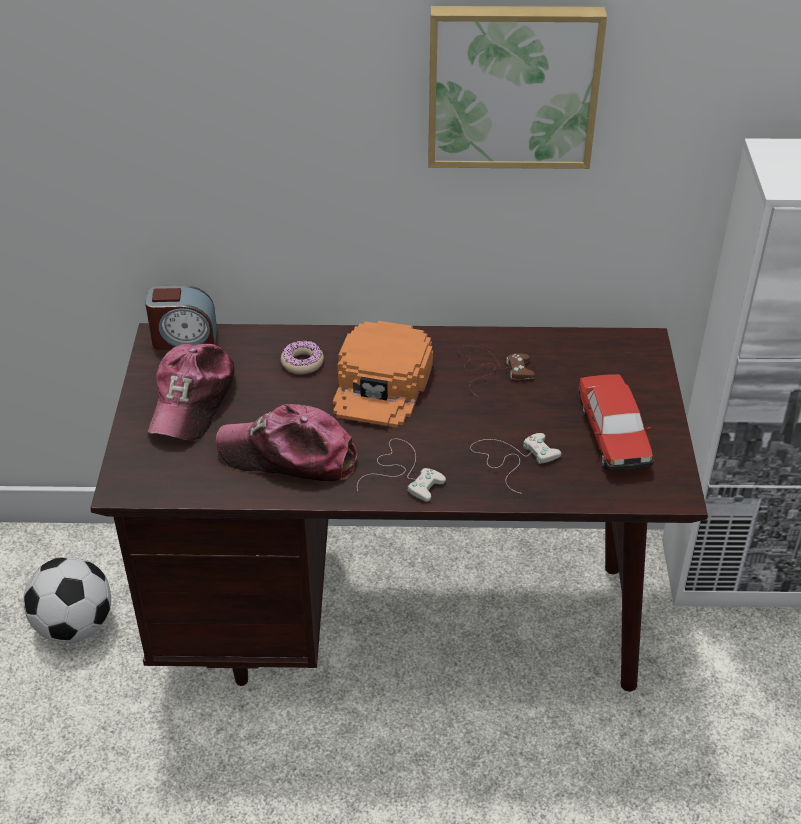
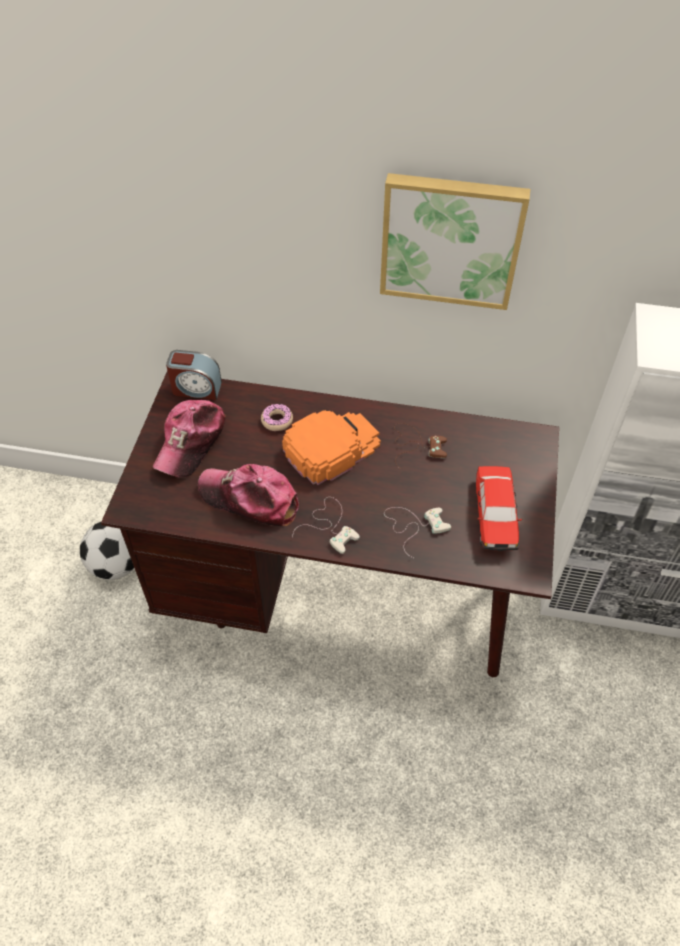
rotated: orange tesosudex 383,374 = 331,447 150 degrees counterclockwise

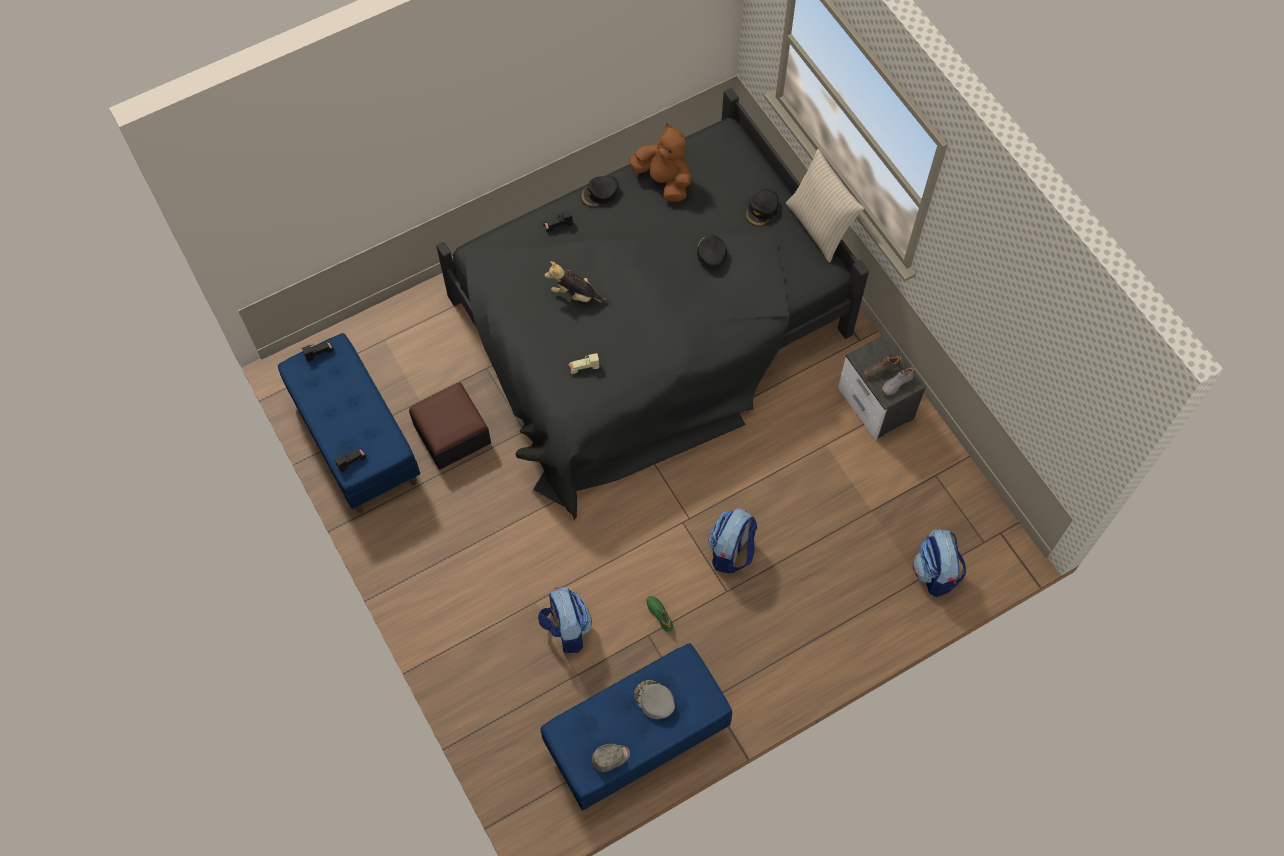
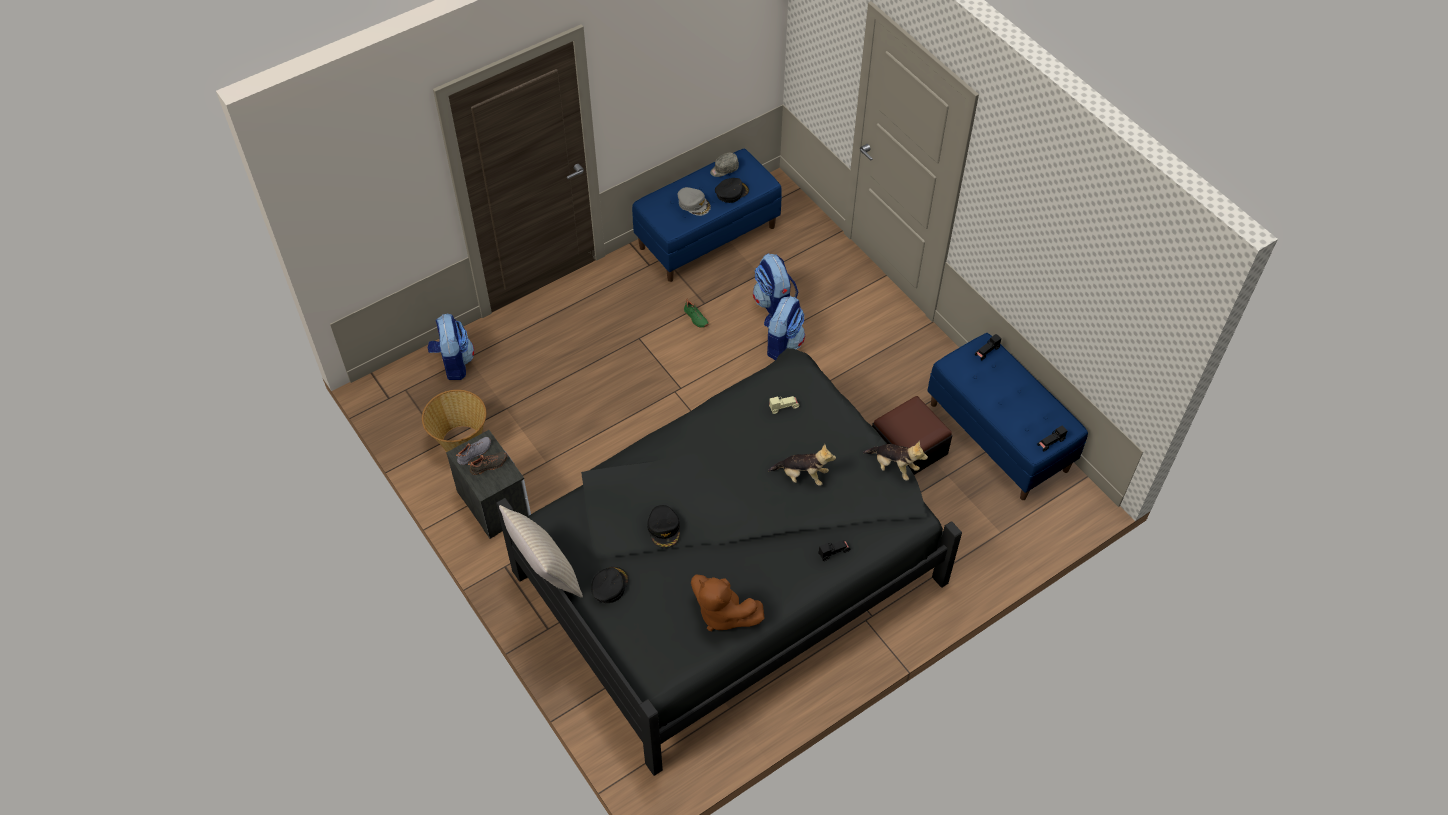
new: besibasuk 454,421; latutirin 895,460
shifted: black tesosudex 599,191 to 732,190; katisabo 732,541 to 784,328

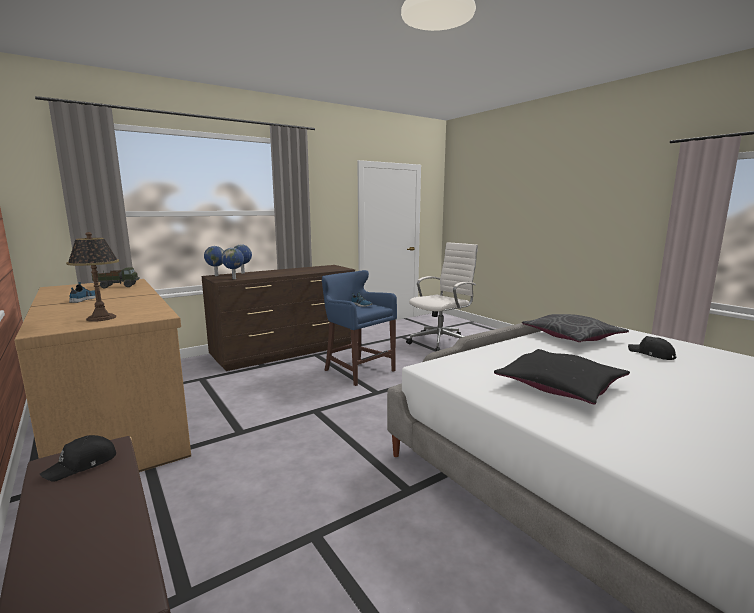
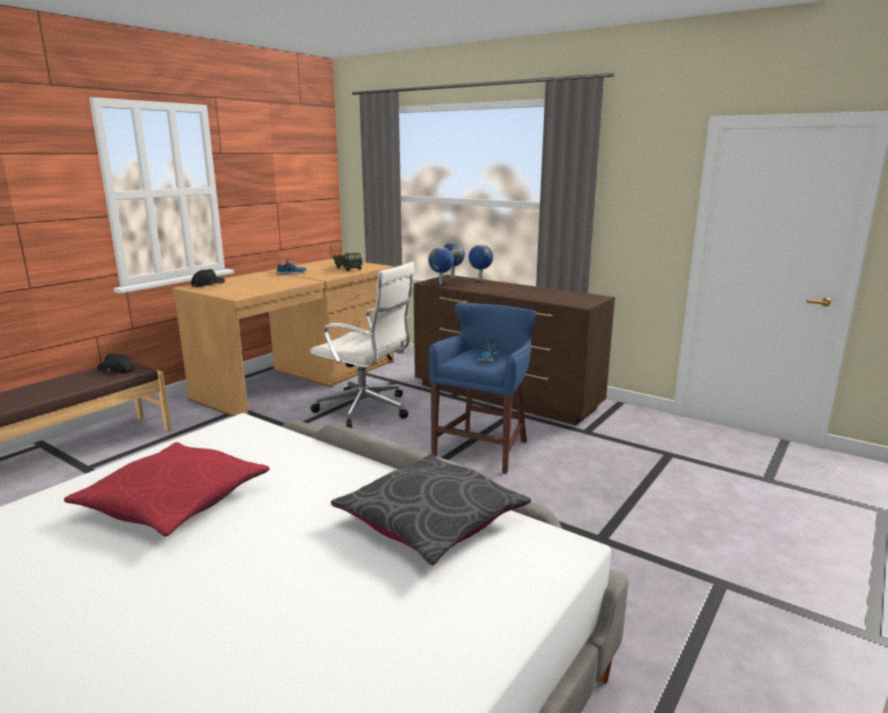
gone: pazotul 92,277
shifted: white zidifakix 442,296 to 362,345; black tesosudex 652,348 to 208,278
repainted: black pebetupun 562,376 to red pebetupun 167,489

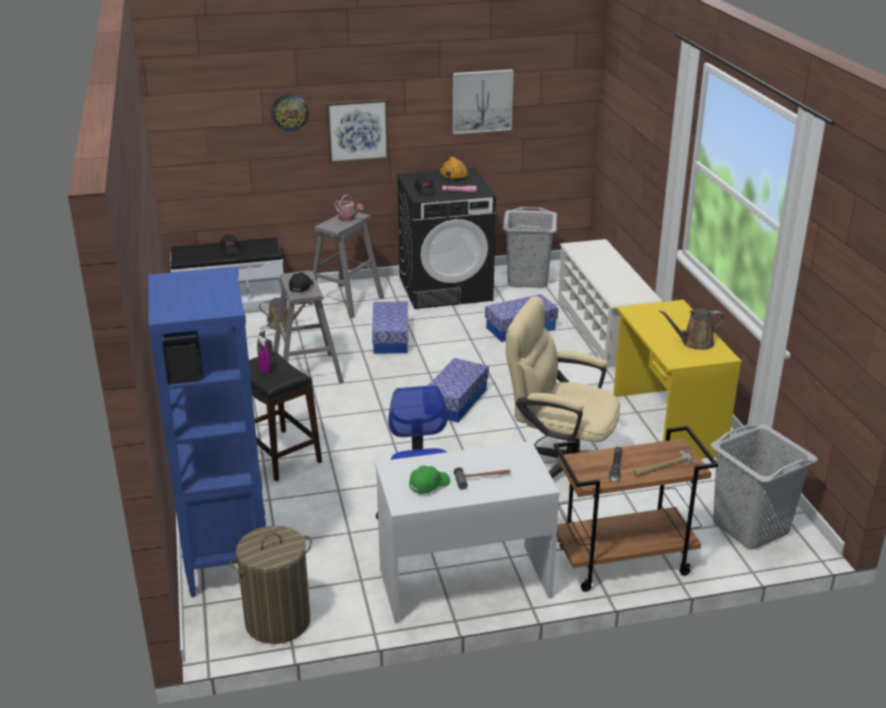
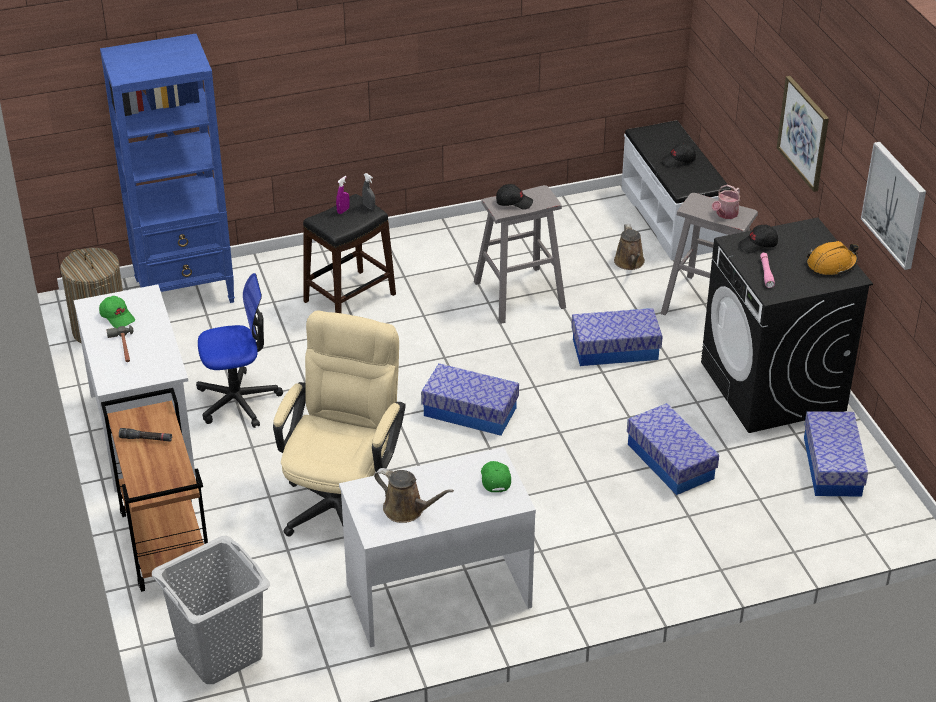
gone: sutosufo 290,112; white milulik 610,304; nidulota 662,463
new: green tesosudex 496,476
swapped: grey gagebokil 530,247 to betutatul 836,454
repainted: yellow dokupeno 677,379 to white dokupeno 437,547
rotated: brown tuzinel 691,329 = 414,495 135 degrees clockwise

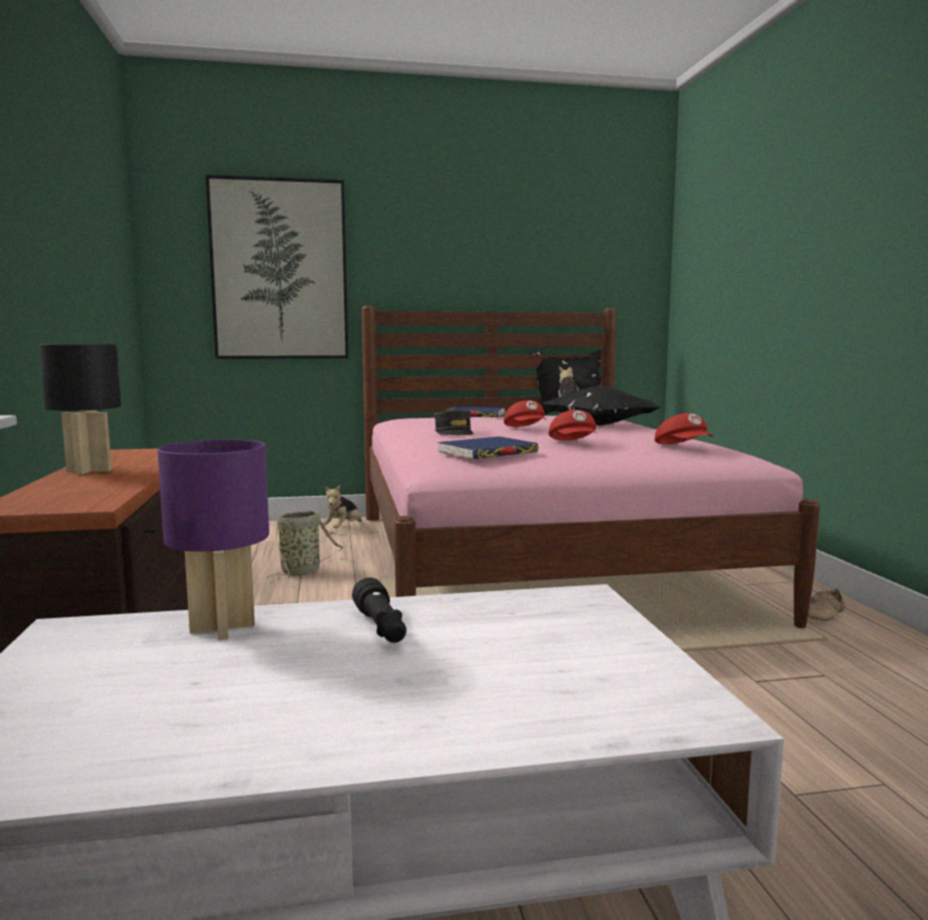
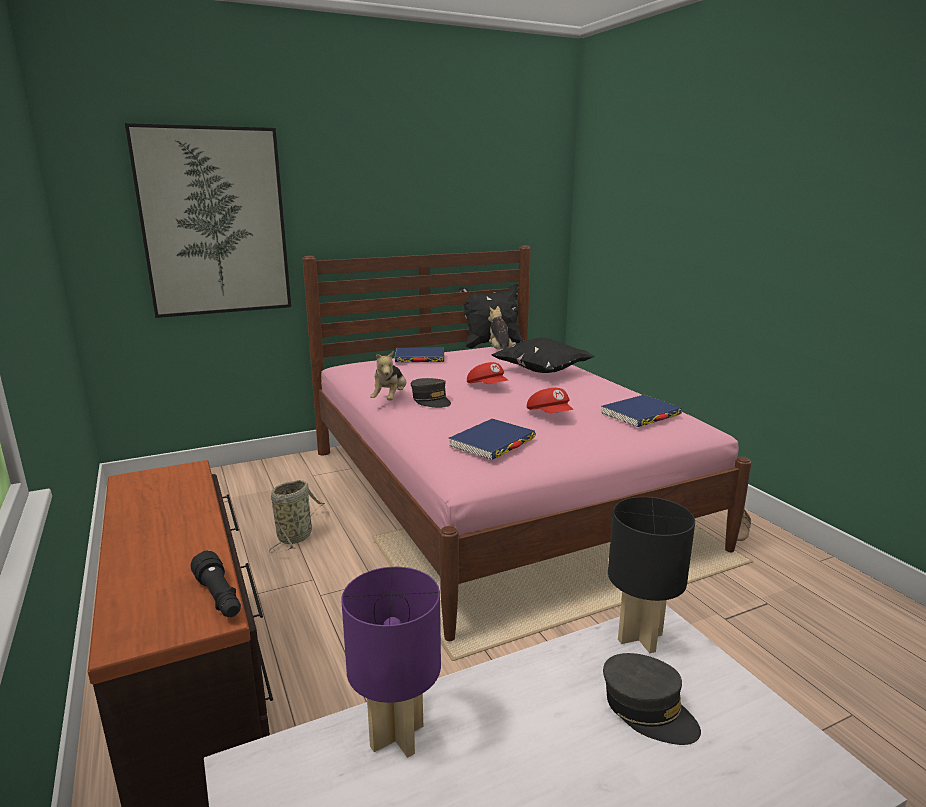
new: grey tesosudex 652,699
shifted: black pazotul 80,409 to 651,575; latutirin 342,506 to 388,376; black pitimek 379,610 to 216,583
swapped: red tesosudex 684,429 to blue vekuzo 641,411

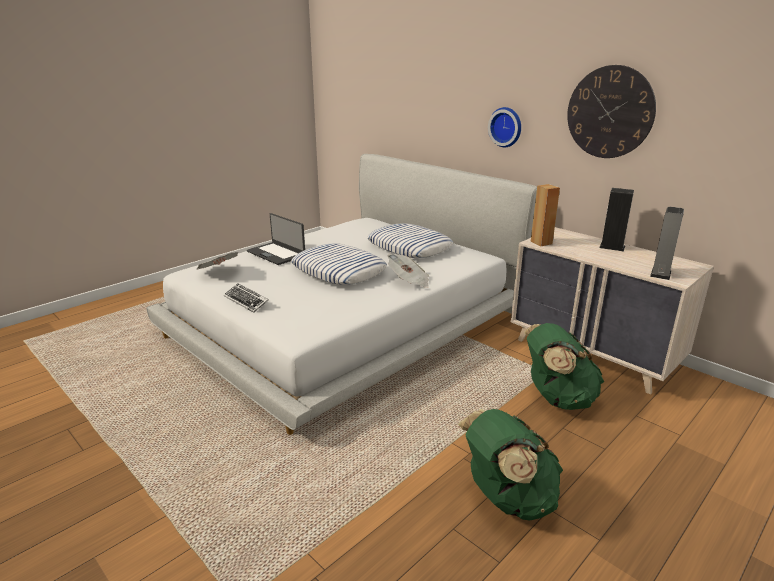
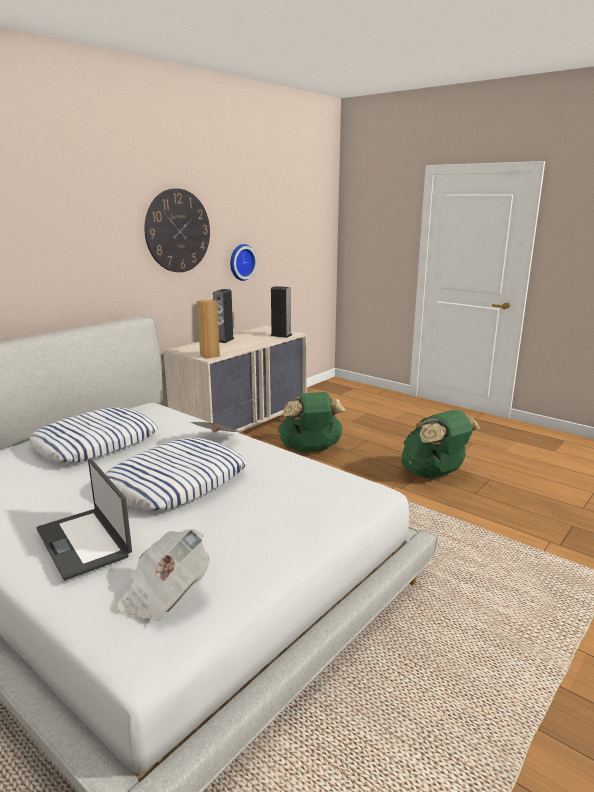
gone: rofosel 246,298
shifted: sutosufo 504,127 to 243,262
rotated: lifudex 276,239 = 84,519 105 degrees clockwise

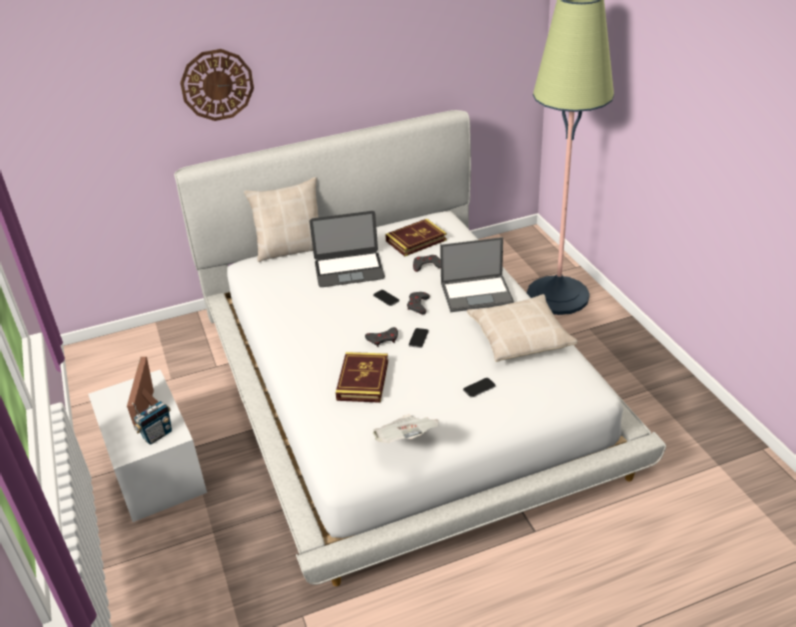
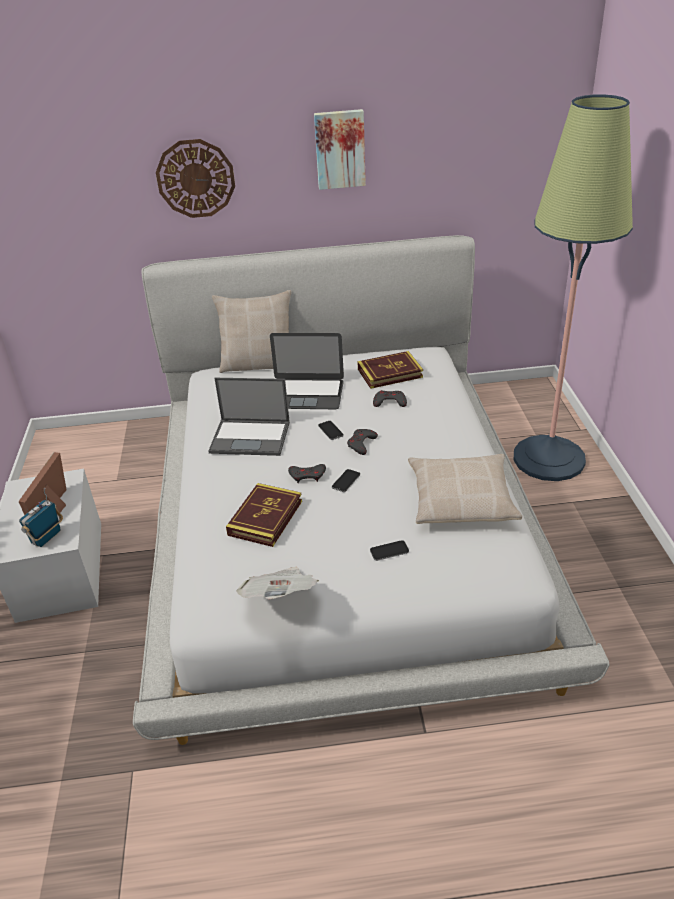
new: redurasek 340,149
shifted: lifudex 477,274 to 249,417
rotated: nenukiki 152,423 = 41,517 150 degrees clockwise

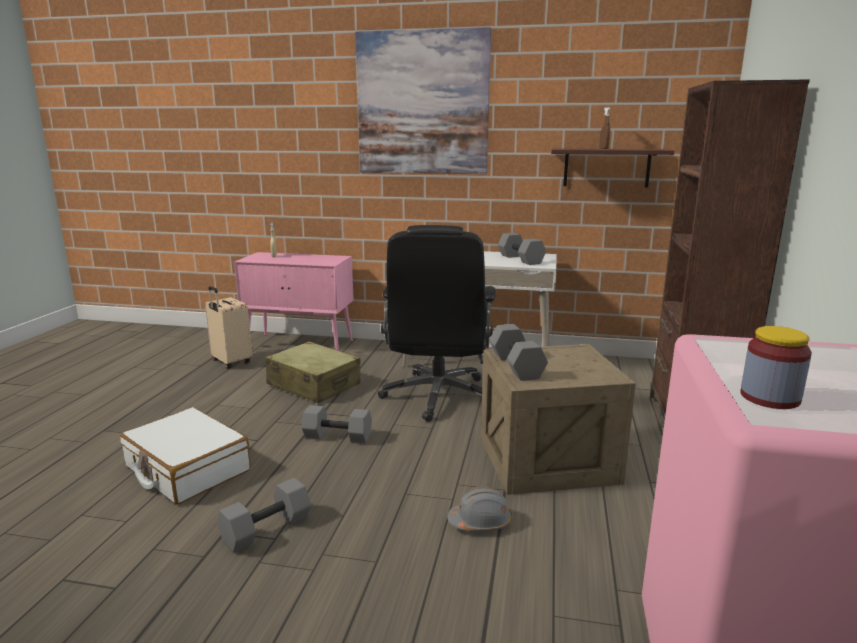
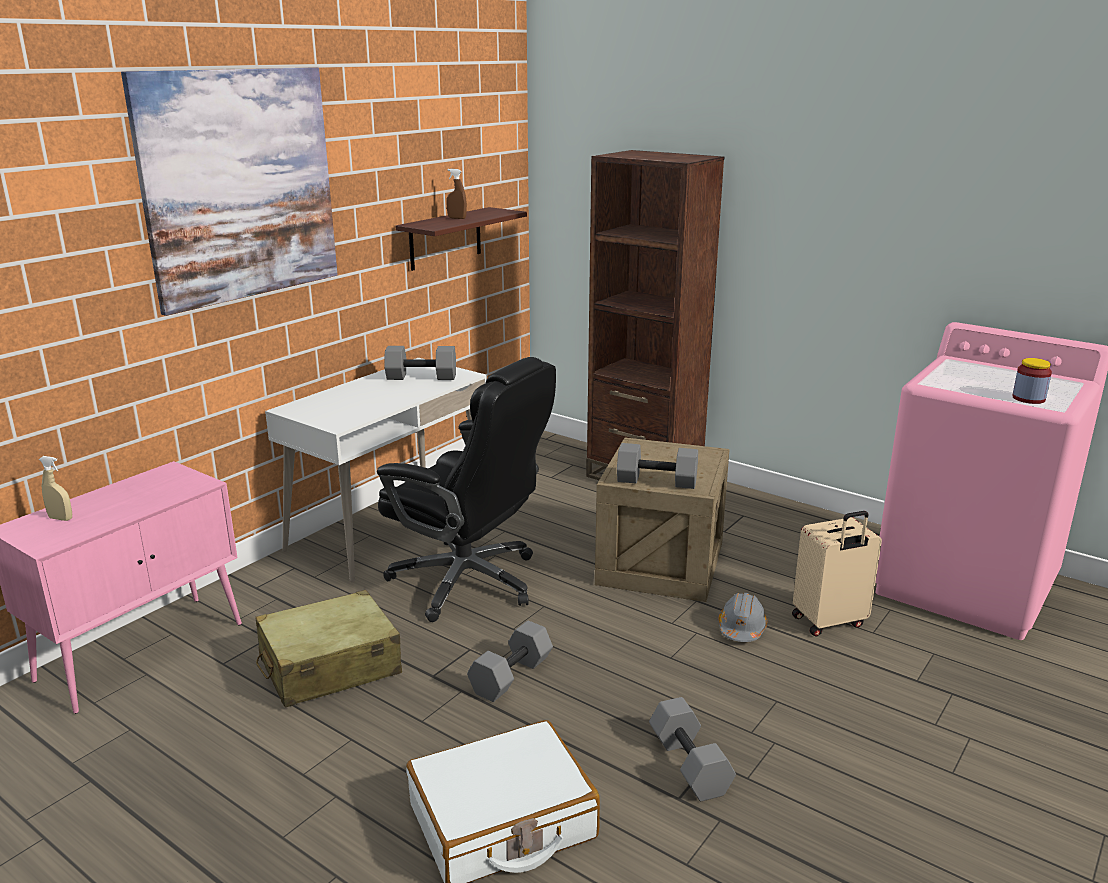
shifted: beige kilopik 228,327 to 837,573

